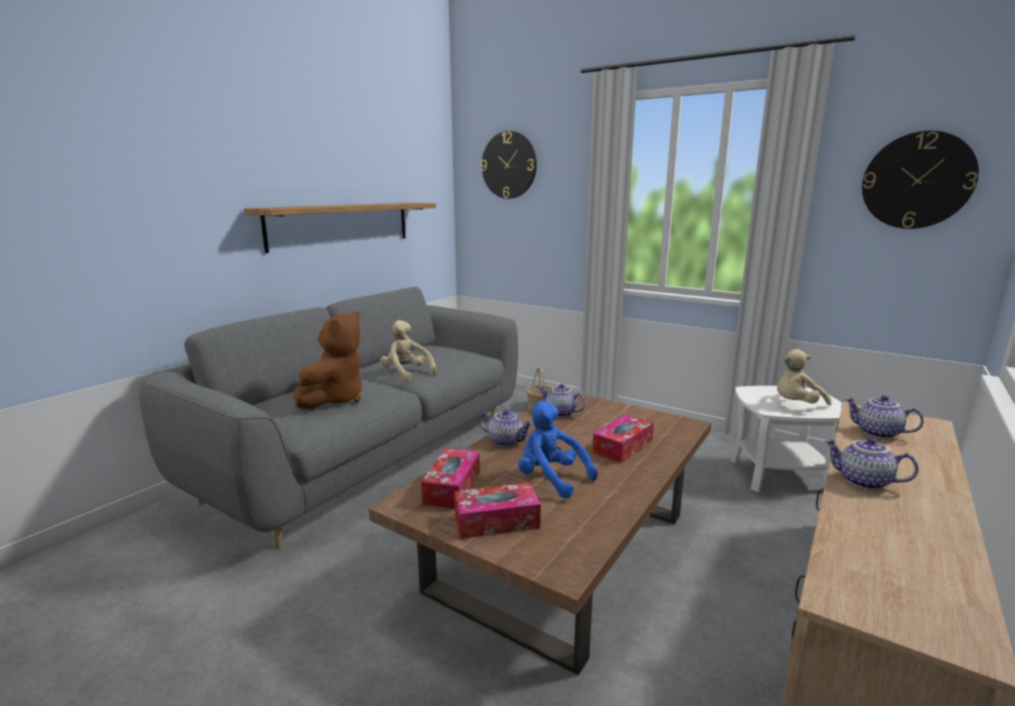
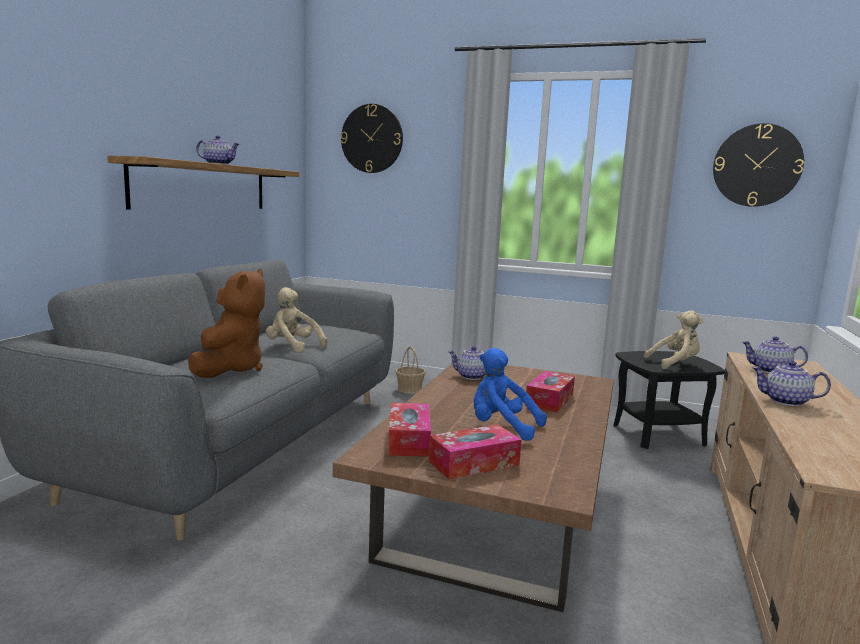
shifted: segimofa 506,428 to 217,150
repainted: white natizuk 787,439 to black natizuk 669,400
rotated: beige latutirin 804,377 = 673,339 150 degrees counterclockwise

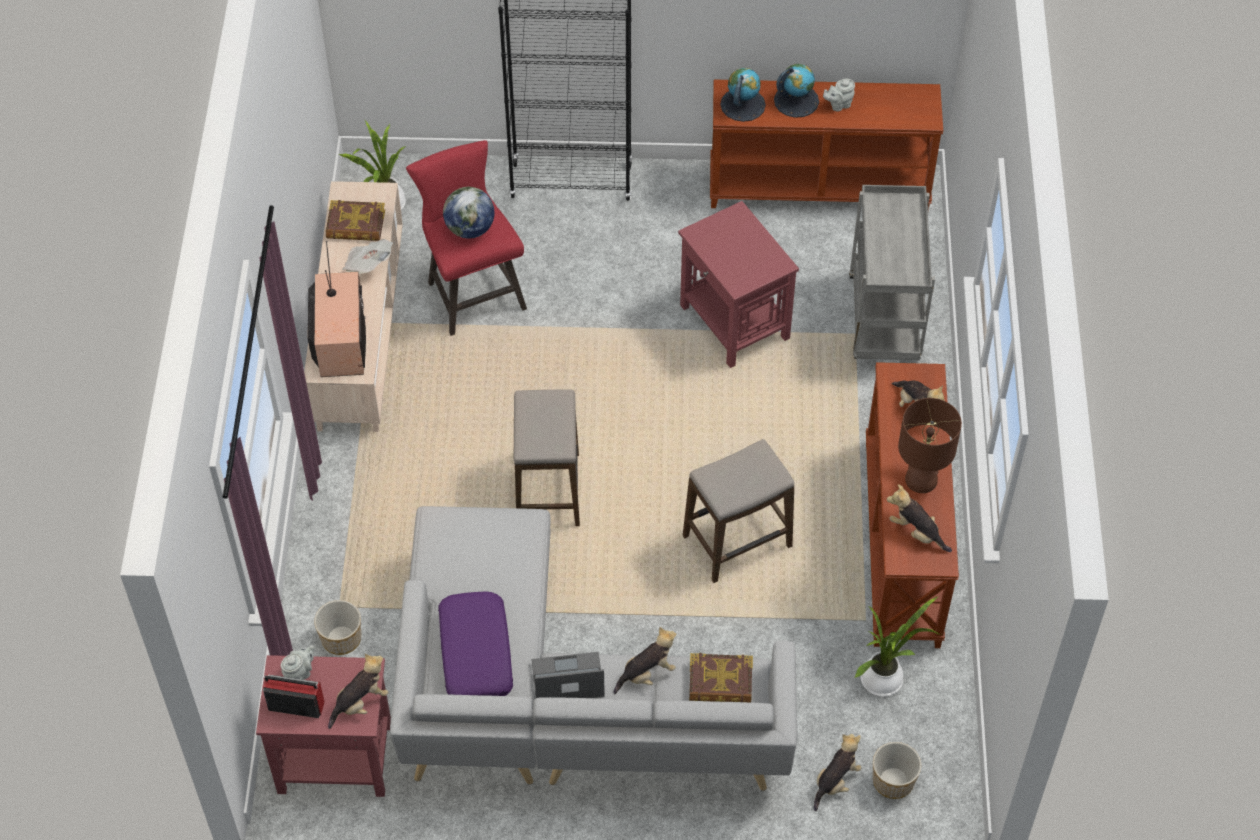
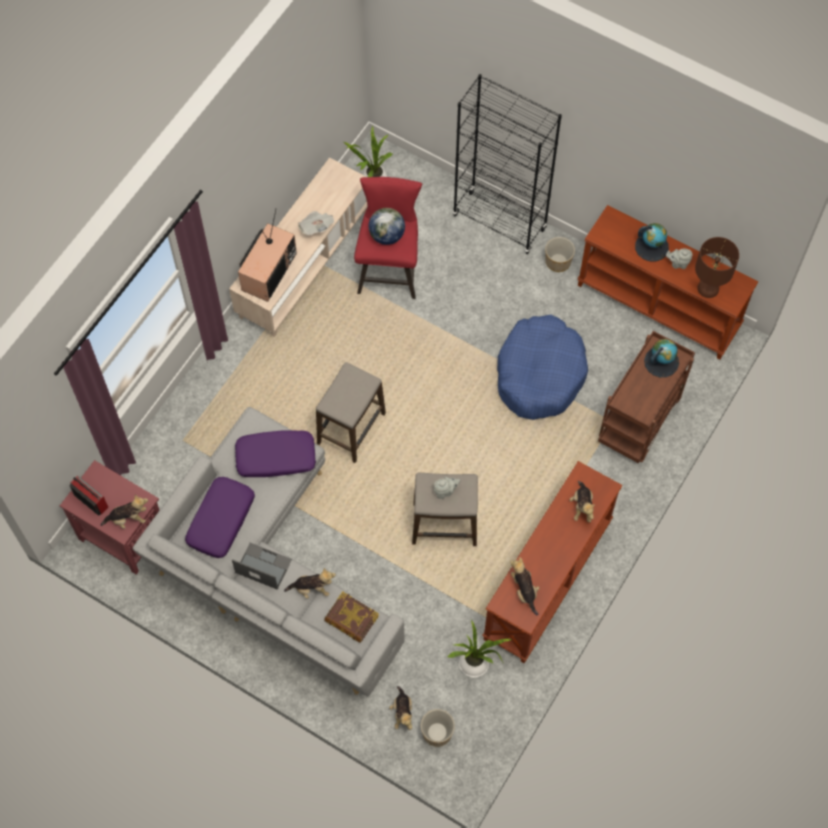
gone: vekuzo 355,220
new: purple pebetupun 275,453
shifted: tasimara 743,95 to 661,358; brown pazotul 930,445 to 717,267; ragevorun 337,627 to 560,254; grey segimofa 297,662 to 447,488
swapped: red natizuk 738,284 to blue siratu 542,367
repainted: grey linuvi 892,272 to brown linuvi 646,397
rotated: latutirin 837,772 = 400,708 105 degrees clockwise

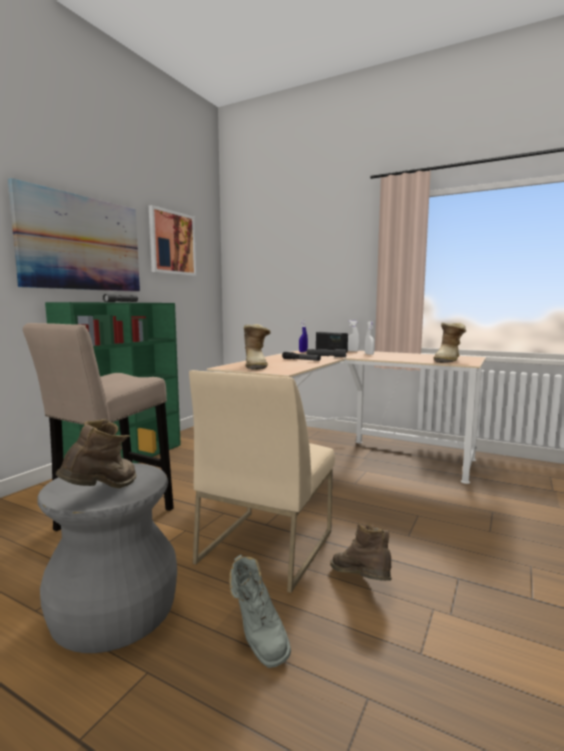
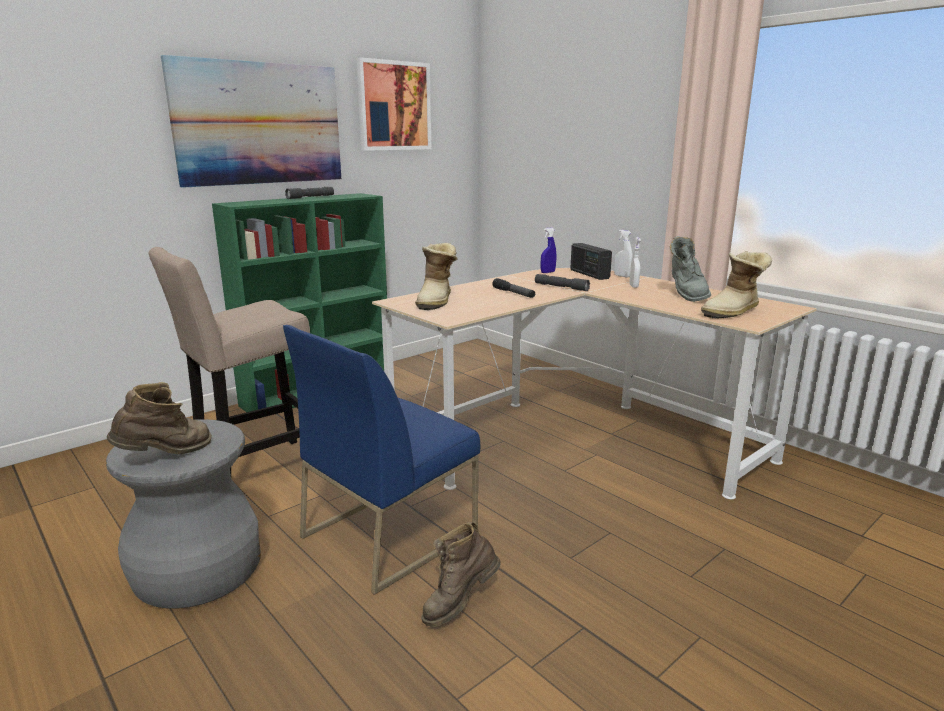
shifted: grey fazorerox 260,611 to 690,269
repainted: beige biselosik 262,481 to blue biselosik 381,460
rotated: brown fazorerox 361,552 = 461,574 120 degrees counterclockwise

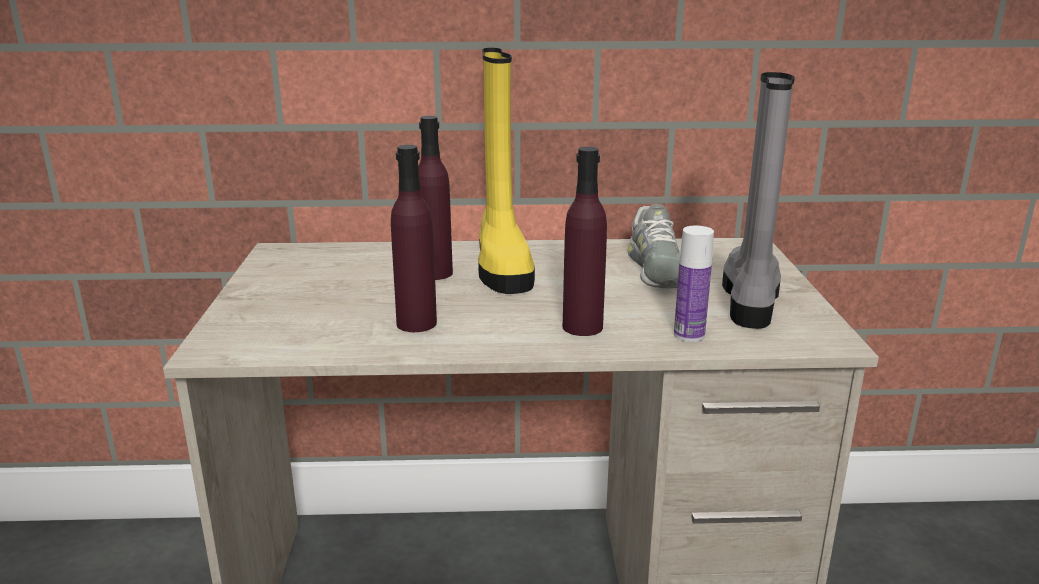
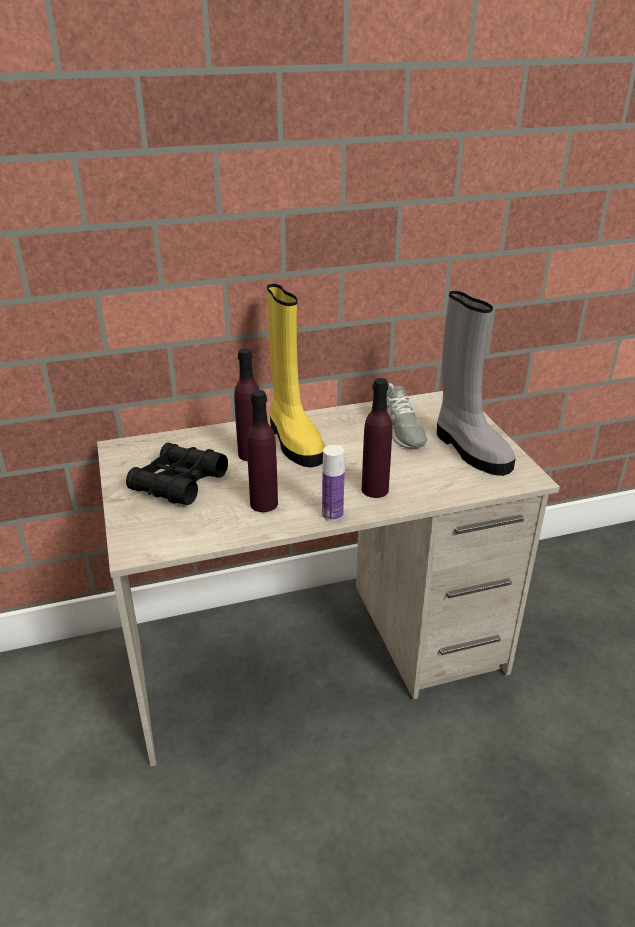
new: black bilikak 177,474
shifted: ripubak 694,284 to 333,483
rotated: grey fazorerox 758,200 = 476,383 150 degrees clockwise

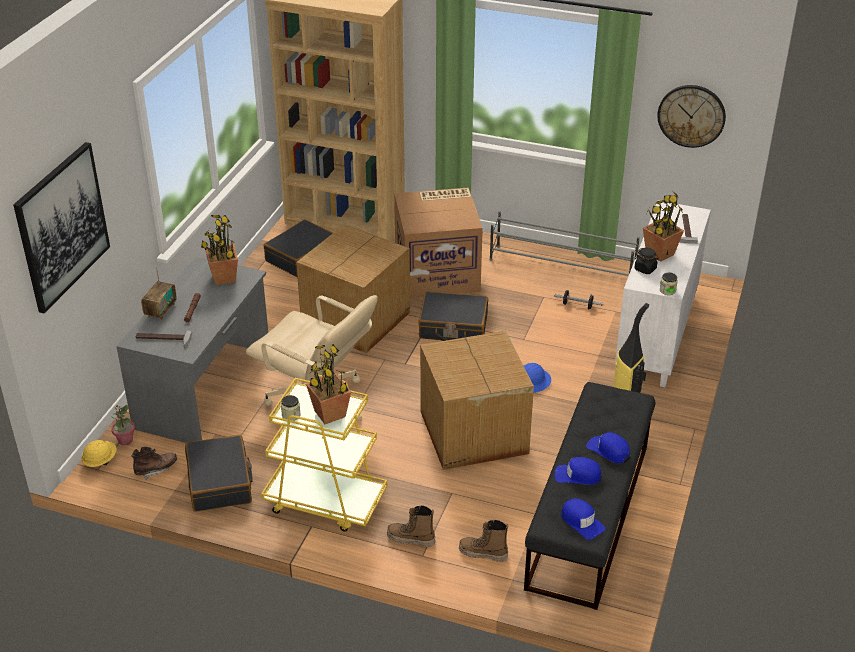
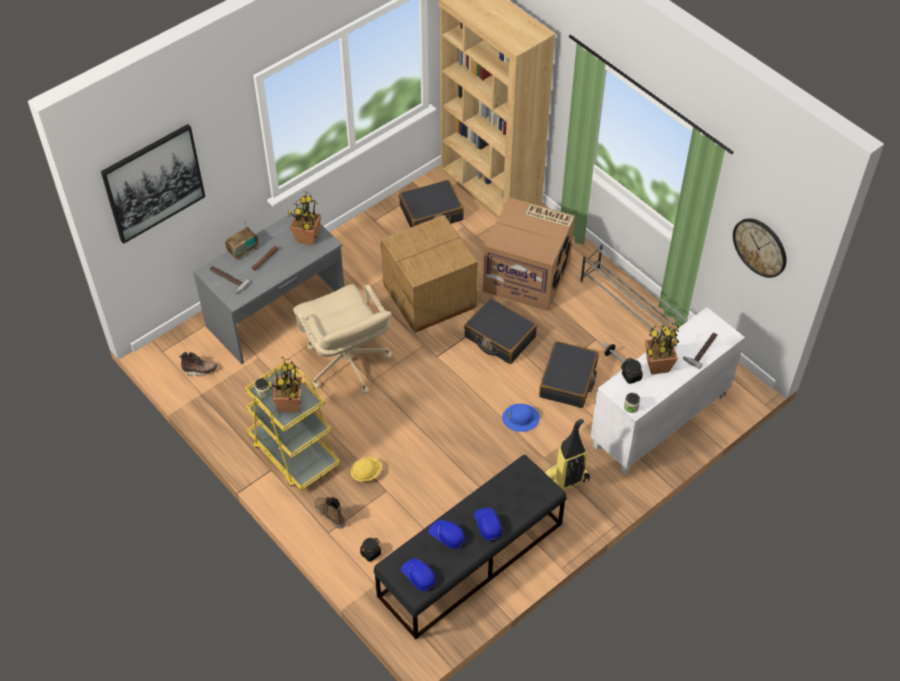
gone: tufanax 477,400; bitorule 123,425
shifted: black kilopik 219,473 to 569,374; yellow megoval 99,453 to 366,469
swapped: fazorerox 483,541 to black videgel 370,550
rotated: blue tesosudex 583,519 = 418,574 150 degrees clockwise

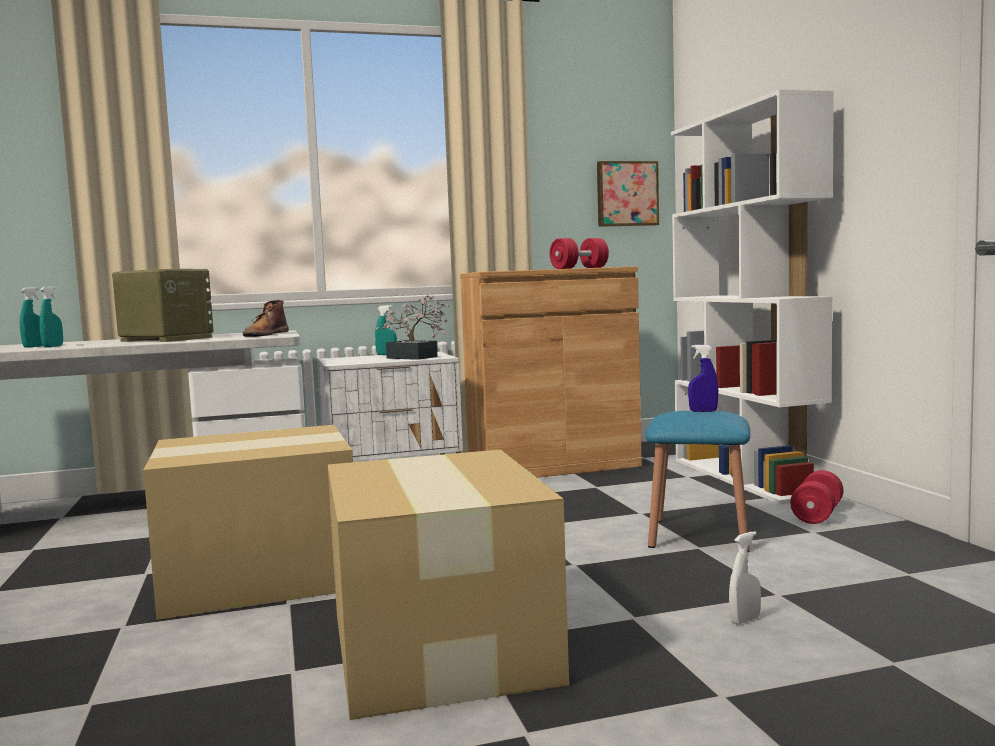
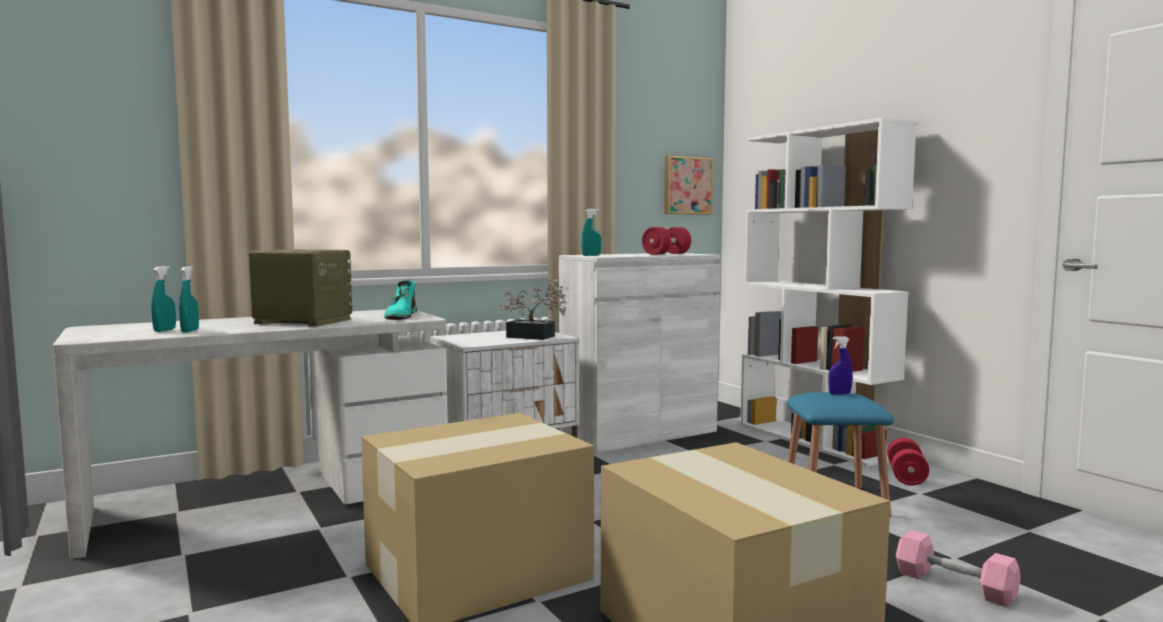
shifted: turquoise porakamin 386,330 to 591,232
swapped: white porakamin 745,577 to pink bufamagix 958,568
repainted: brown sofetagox 551,372 to white sofetagox 639,353; brown fazorerox 266,318 to turquoise fazorerox 400,300

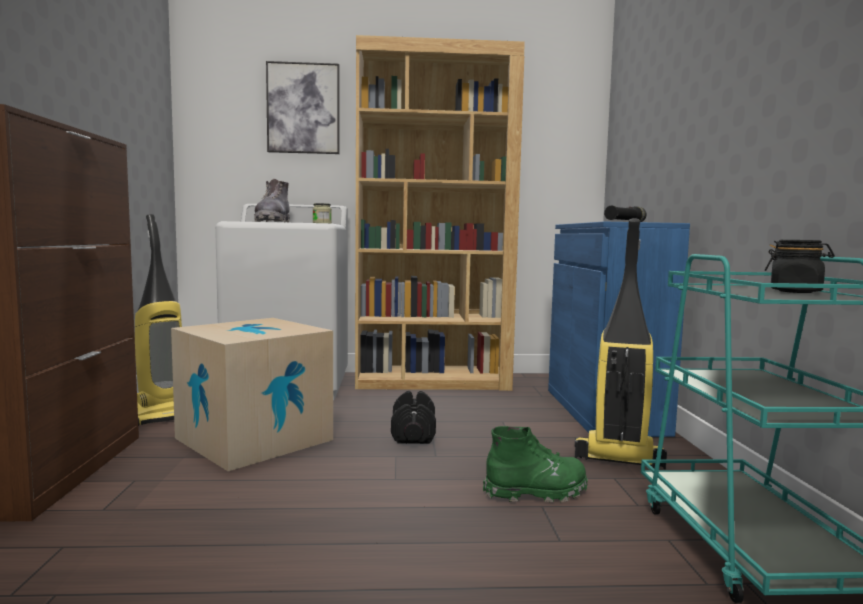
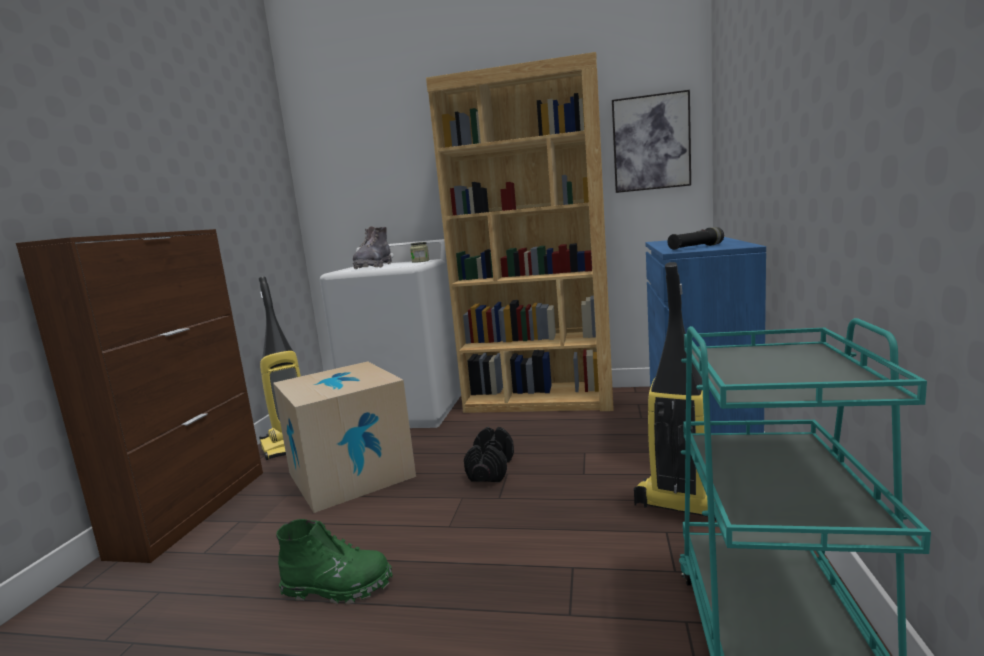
gone: black videgel 800,266
shifted: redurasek 303,107 to 651,141; green fazorerox 535,464 to 334,561

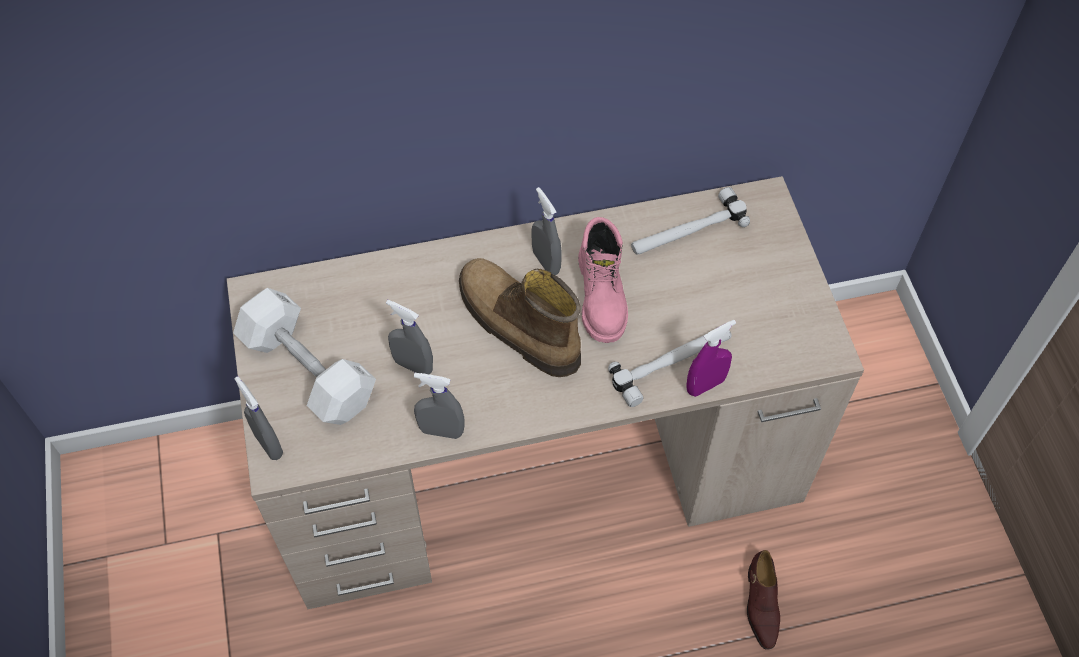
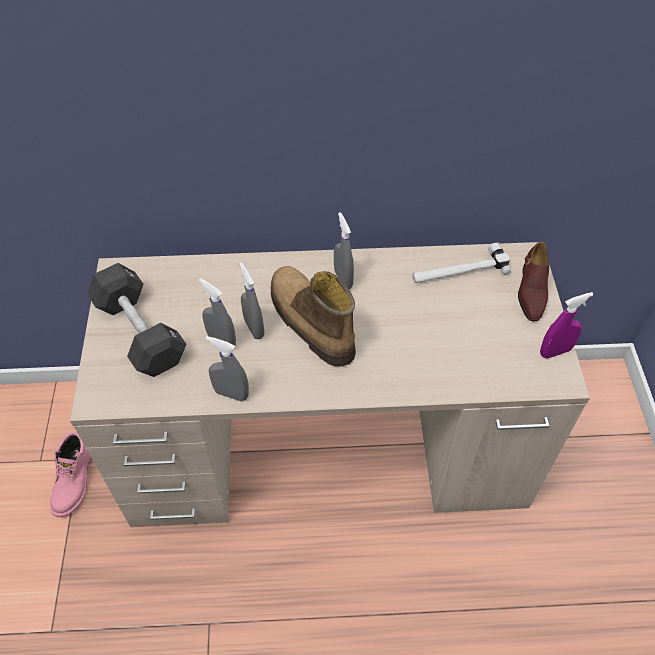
gone: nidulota 670,368
shifted: pink fazorerox 603,280 to 71,474; purple porakamin 711,358 to 566,325; grey porakamin 259,418 to 251,300; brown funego 763,600 to 533,281
repainted: white bufamagix 304,356 to black bufamagix 136,320

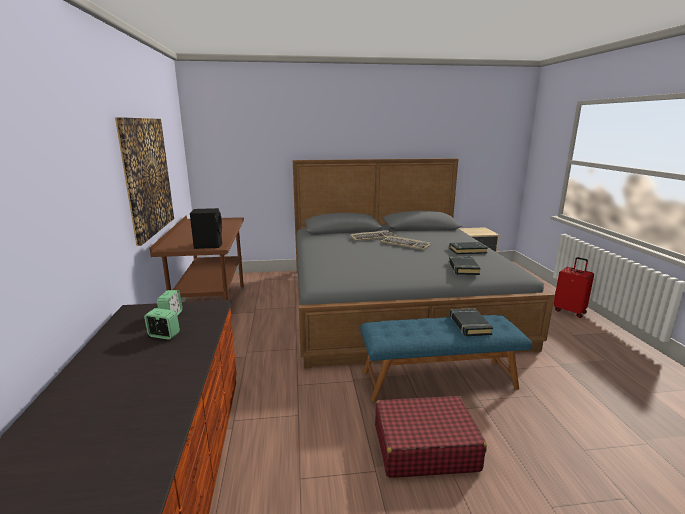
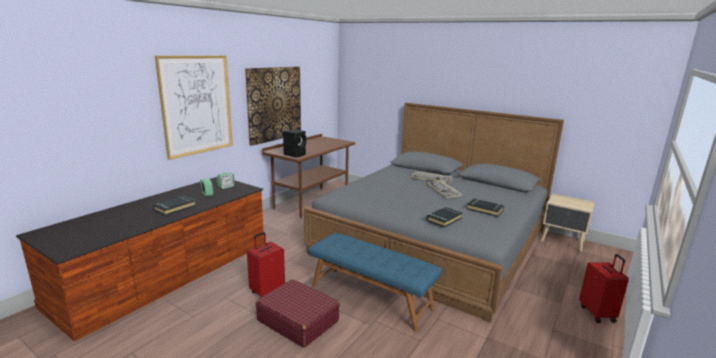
new: redurasek 194,108; red kilopik 266,264
shifted: black vekuzo 471,322 to 174,206

